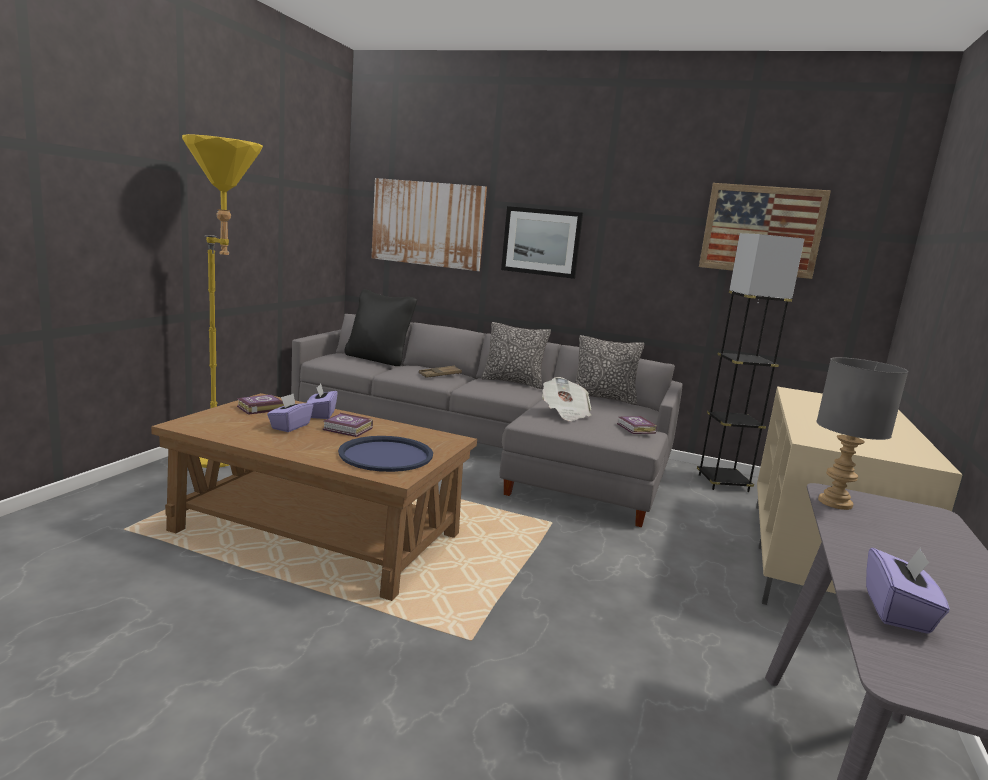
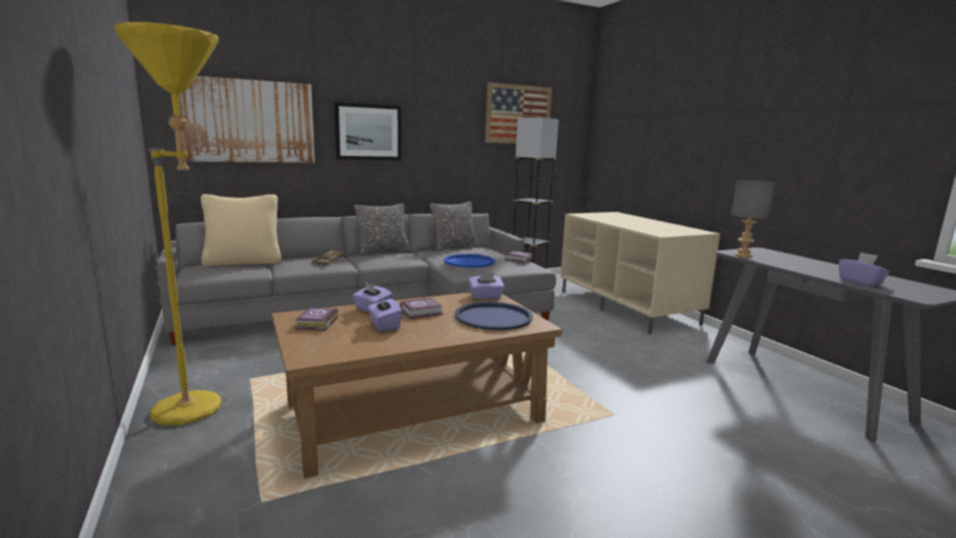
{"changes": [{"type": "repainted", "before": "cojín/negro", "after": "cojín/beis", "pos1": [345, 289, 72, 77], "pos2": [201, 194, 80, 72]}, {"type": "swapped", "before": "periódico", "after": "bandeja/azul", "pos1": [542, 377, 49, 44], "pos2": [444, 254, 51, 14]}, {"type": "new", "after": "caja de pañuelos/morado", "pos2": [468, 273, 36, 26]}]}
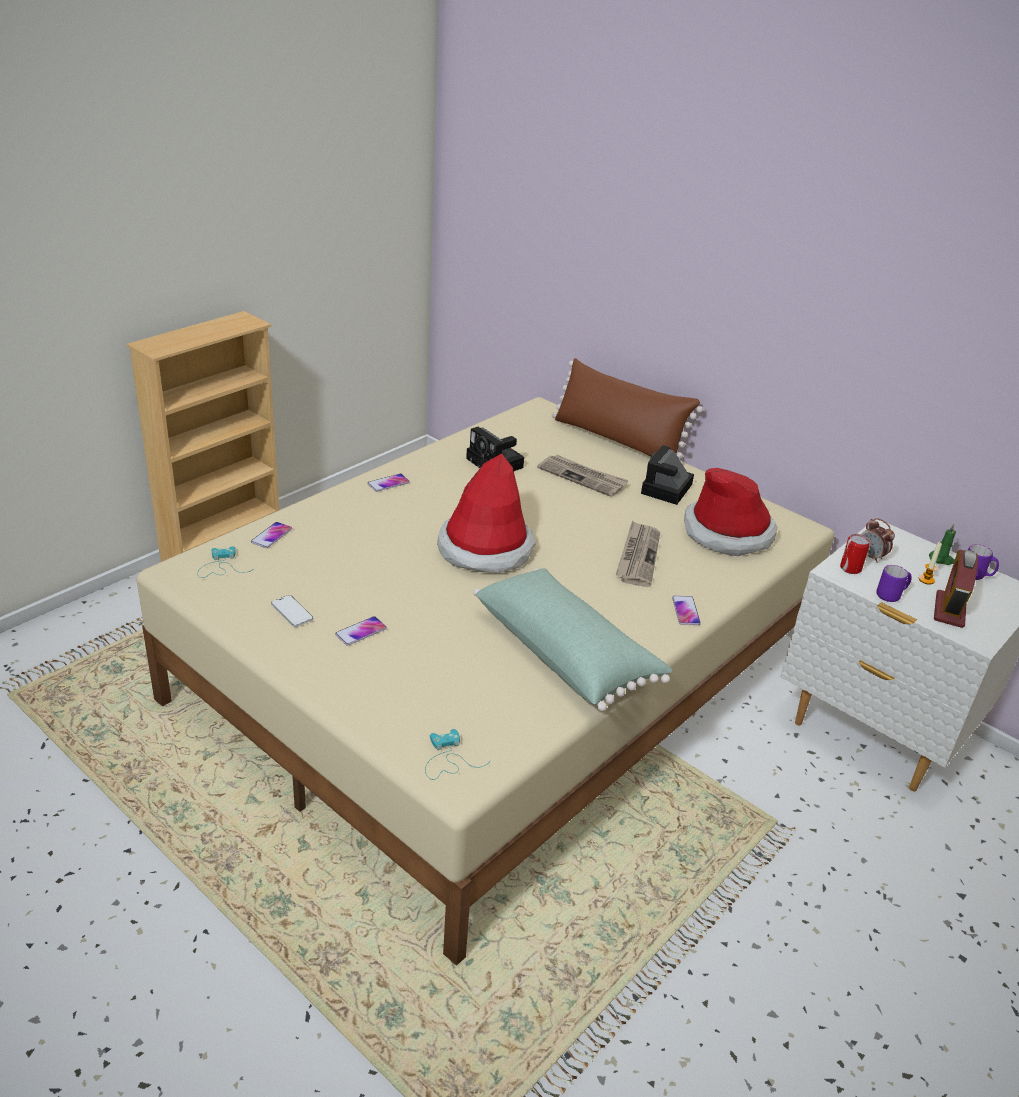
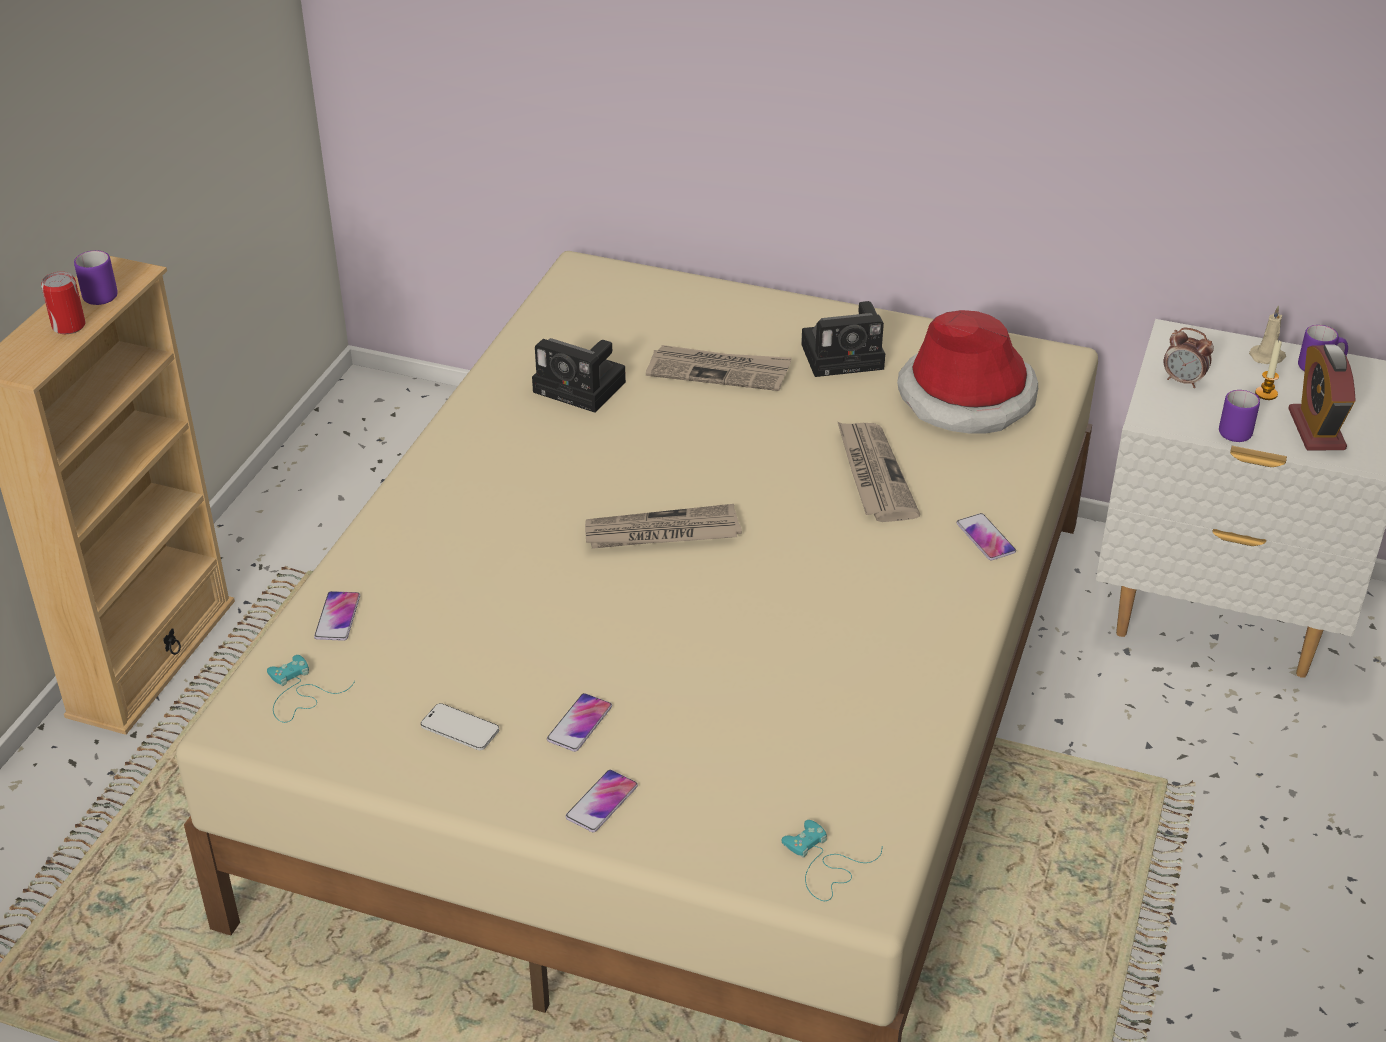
{"changes": [{"type": "shifted", "before": "lata", "pos1": [840, 534, 30, 40], "pos2": [41, 272, 45, 62]}, {"type": "new", "after": "taza grande/morado", "pos2": [74, 250, 44, 55]}, {"type": "shifted", "before": "móvil", "pos1": [367, 474, 43, 18], "pos2": [565, 770, 73, 62]}, {"type": "swapped", "before": "sombrero", "after": "periódico", "pos1": [437, 453, 99, 120], "pos2": [585, 504, 157, 45]}, {"type": "rotated", "before": "cámara", "pos1": [641, 445, 53, 60], "pos2": [801, 301, 84, 76], "turn": -105}, {"type": "repainted", "before": "vela/verde", "after": "vela/beis", "pos1": [929, 524, 27, 41], "pos2": [1249, 305, 37, 59]}, {"type": "gone", "before": "cojín/verde", "pos1": [473, 568, 199, 143]}, {"type": "gone", "before": "cojín/marrón", "pos1": [552, 358, 151, 101]}]}
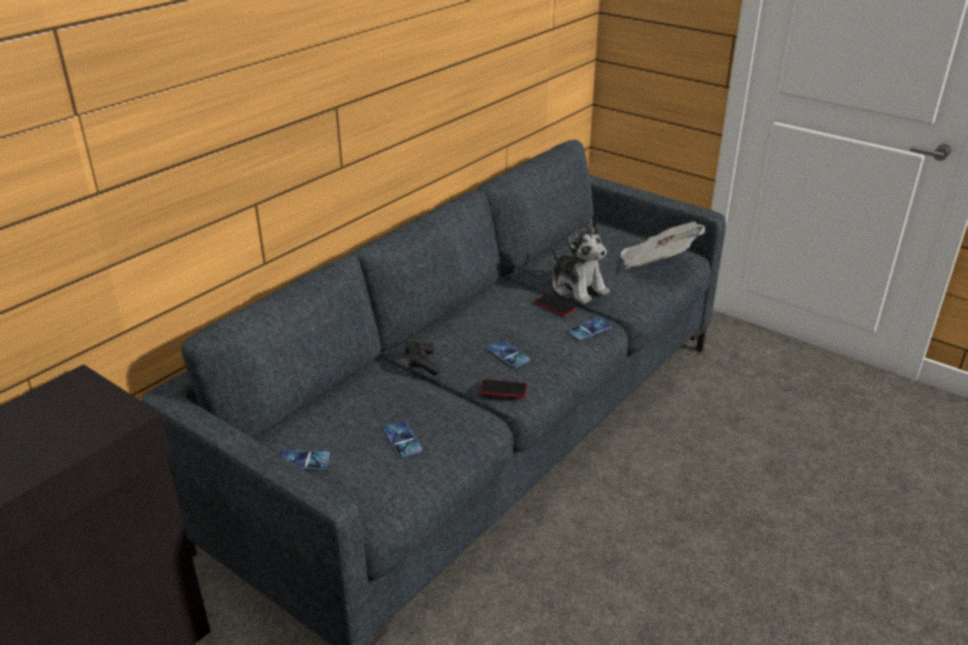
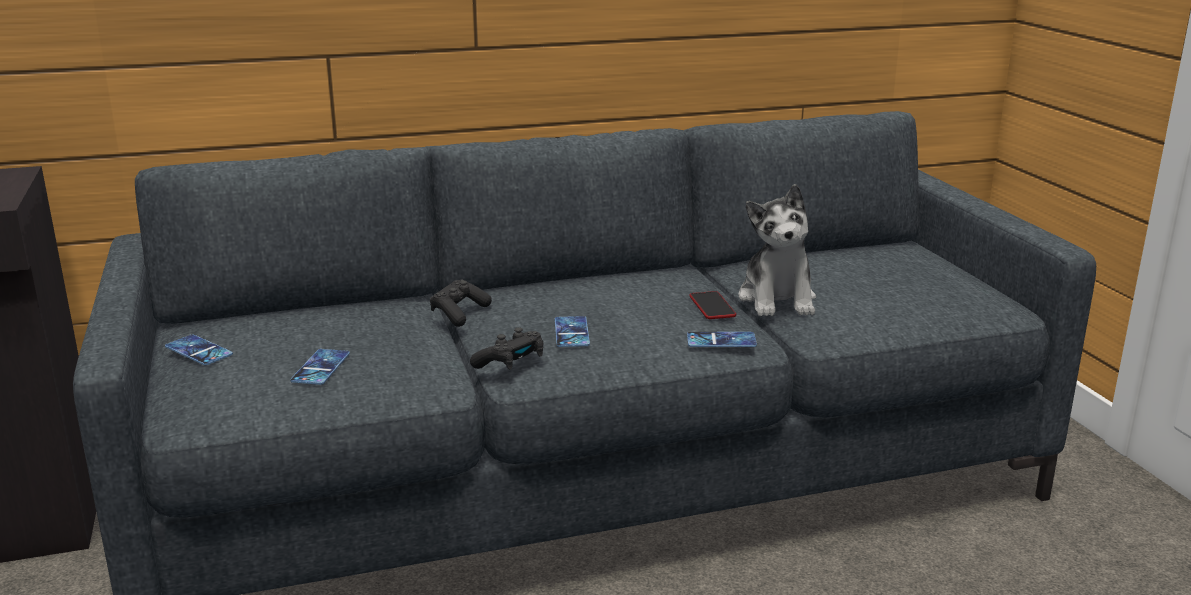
{"changes": [{"type": "swapped", "before": "móvil", "after": "mando de consola/negro", "pos1": [479, 379, 49, 19], "pos2": [470, 327, 74, 42]}, {"type": "gone", "before": "periódico", "pos1": [620, 221, 85, 48]}]}
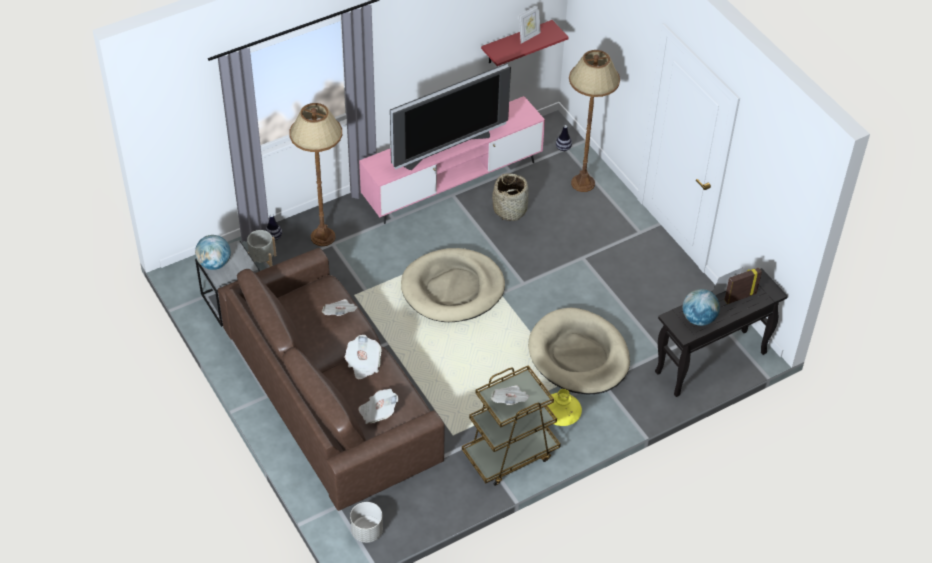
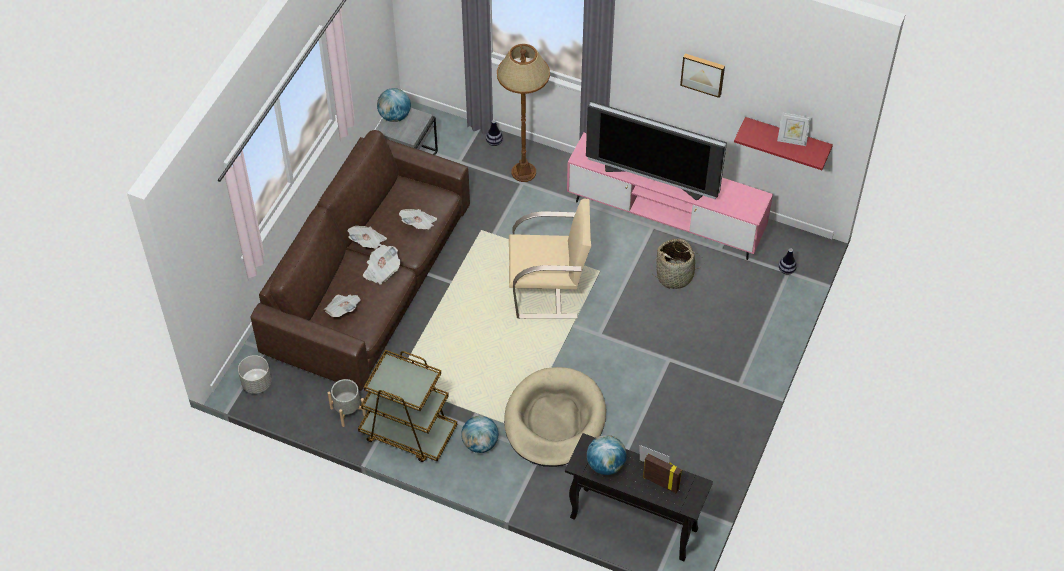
{"changes": [{"type": "shifted", "before": "maceta/gris", "pos1": [247, 230, 29, 37], "pos2": [328, 379, 38, 48]}, {"type": "shifted", "before": "periódico", "pos1": [491, 385, 39, 20], "pos2": [348, 226, 39, 23]}, {"type": "swapped", "before": "florero/amarillo", "after": "globo terráqueo", "pos1": [545, 389, 37, 37], "pos2": [461, 416, 37, 37]}, {"type": "swapped", "before": "cama para perro/beis", "after": "sillón/beis", "pos1": [401, 248, 104, 74], "pos2": [509, 199, 82, 120]}, {"type": "new", "after": "cuadro", "pos2": [680, 54, 45, 44]}, {"type": "gone", "before": "lámpara de pie/marrón", "pos1": [569, 50, 51, 142]}]}
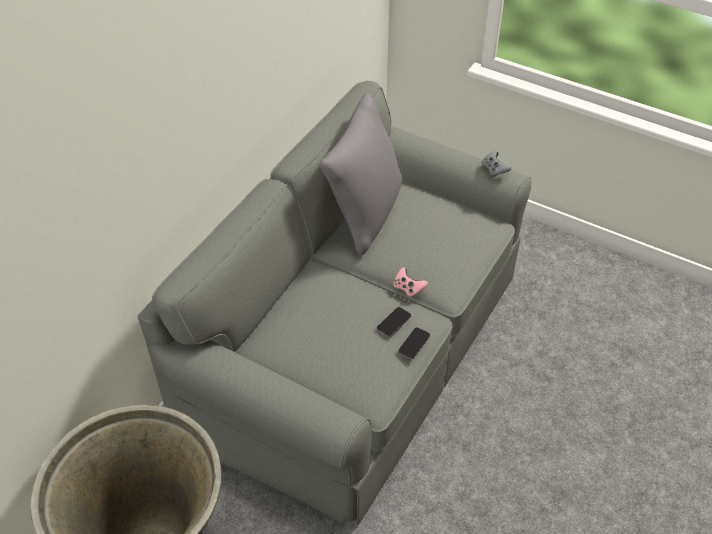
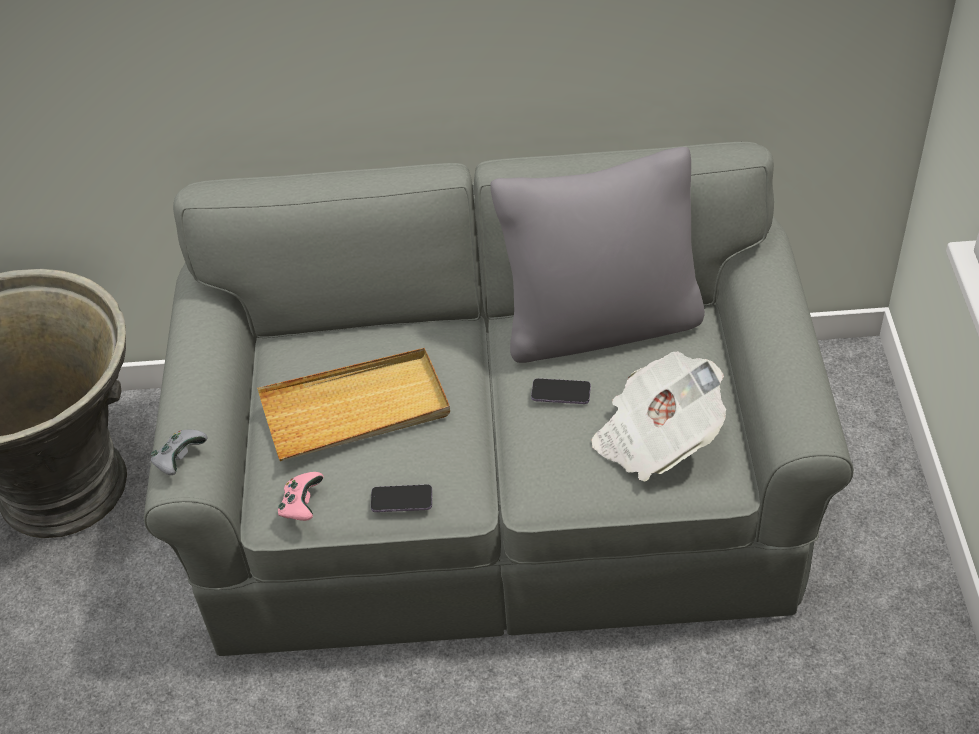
{"changes": [{"type": "shifted", "before": "mando de consola/gris", "pos1": [482, 150, 30, 27], "pos2": [151, 430, 57, 45]}, {"type": "new", "after": "bandeja/beis", "pos2": [257, 348, 193, 113]}, {"type": "shifted", "before": "mando de consola/rosa", "pos1": [393, 267, 35, 31], "pos2": [278, 472, 46, 49]}, {"type": "shifted", "before": "móvil", "pos1": [377, 307, 34, 30], "pos2": [531, 378, 60, 26]}, {"type": "new", "after": "periódico", "pos2": [592, 351, 134, 131]}]}
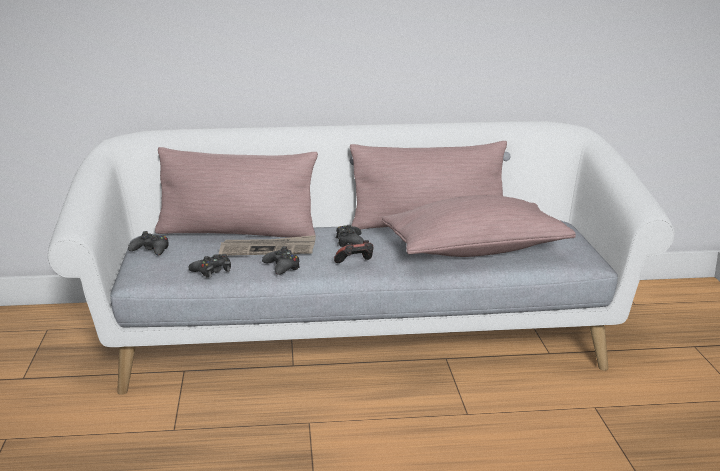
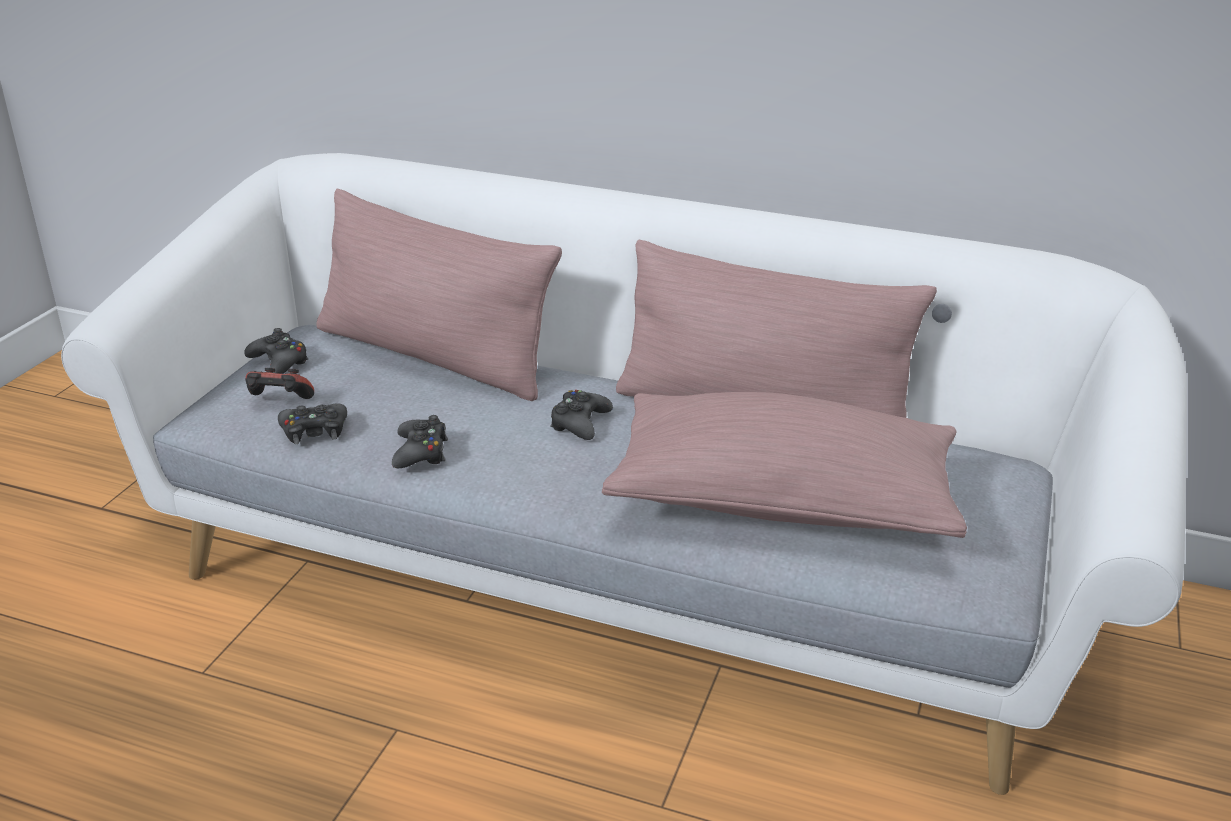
{"changes": [{"type": "shifted", "before": "mando de consola", "pos1": [334, 240, 40, 23], "pos2": [245, 368, 69, 31]}, {"type": "gone", "before": "periódico", "pos1": [219, 235, 97, 21]}]}
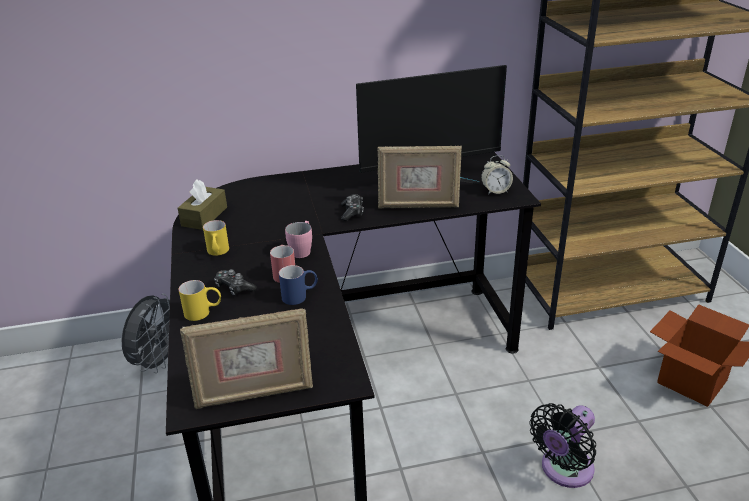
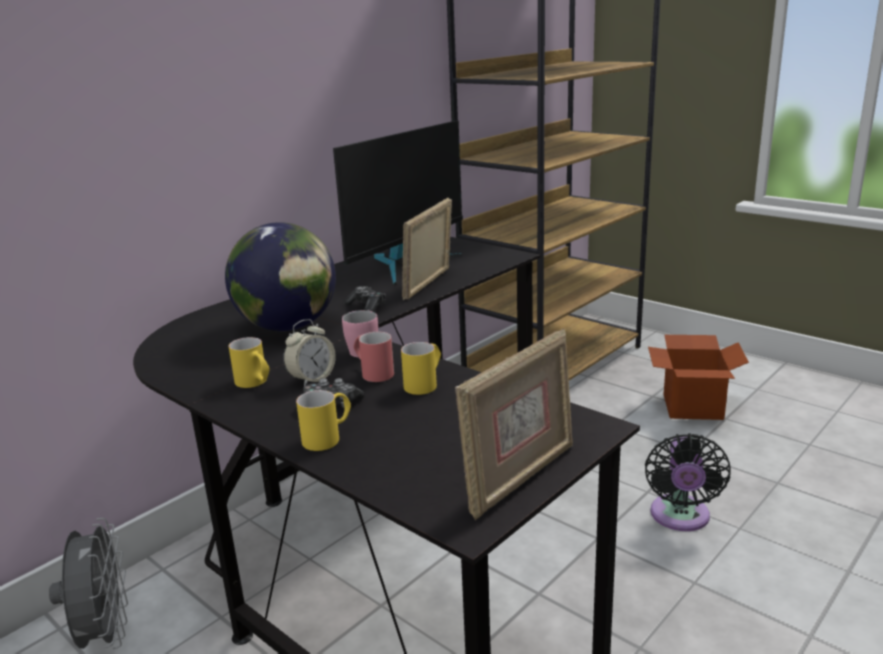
{"changes": [{"type": "new", "after": "globo terráqueo", "pos2": [225, 222, 111, 109]}, {"type": "shifted", "before": "despertador", "pos1": [481, 155, 32, 40], "pos2": [283, 319, 53, 68]}, {"type": "repainted", "before": "taza grande/azul", "after": "taza grande/amarillo", "pos1": [279, 265, 39, 40], "pos2": [401, 342, 40, 53]}, {"type": "rotated", "before": "portarretratos", "pos1": [377, 146, 85, 63], "pos2": [402, 198, 50, 102], "turn": 150}, {"type": "gone", "before": "caja de pañuelos/marrón", "pos1": [178, 180, 49, 50]}]}
